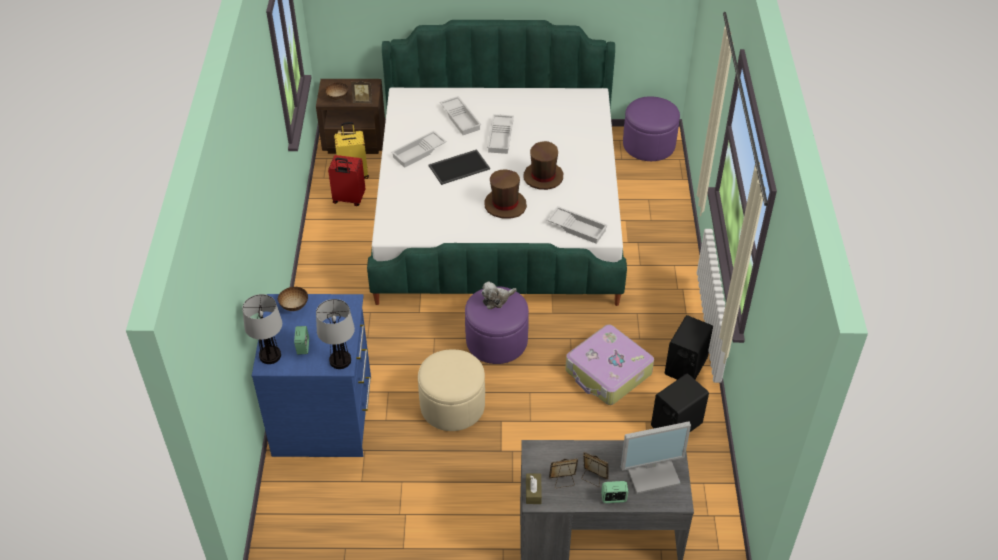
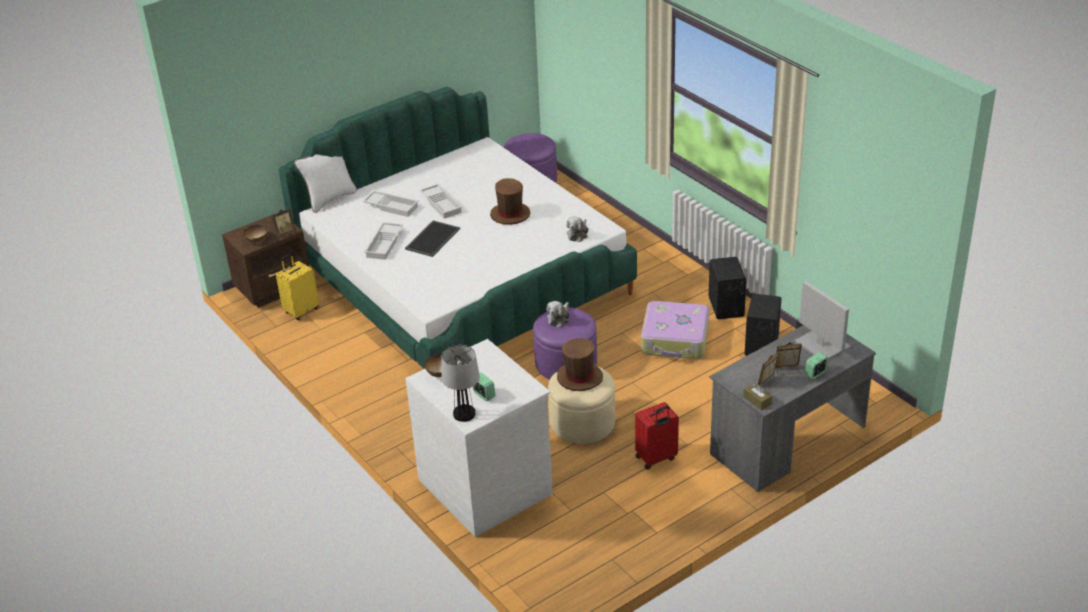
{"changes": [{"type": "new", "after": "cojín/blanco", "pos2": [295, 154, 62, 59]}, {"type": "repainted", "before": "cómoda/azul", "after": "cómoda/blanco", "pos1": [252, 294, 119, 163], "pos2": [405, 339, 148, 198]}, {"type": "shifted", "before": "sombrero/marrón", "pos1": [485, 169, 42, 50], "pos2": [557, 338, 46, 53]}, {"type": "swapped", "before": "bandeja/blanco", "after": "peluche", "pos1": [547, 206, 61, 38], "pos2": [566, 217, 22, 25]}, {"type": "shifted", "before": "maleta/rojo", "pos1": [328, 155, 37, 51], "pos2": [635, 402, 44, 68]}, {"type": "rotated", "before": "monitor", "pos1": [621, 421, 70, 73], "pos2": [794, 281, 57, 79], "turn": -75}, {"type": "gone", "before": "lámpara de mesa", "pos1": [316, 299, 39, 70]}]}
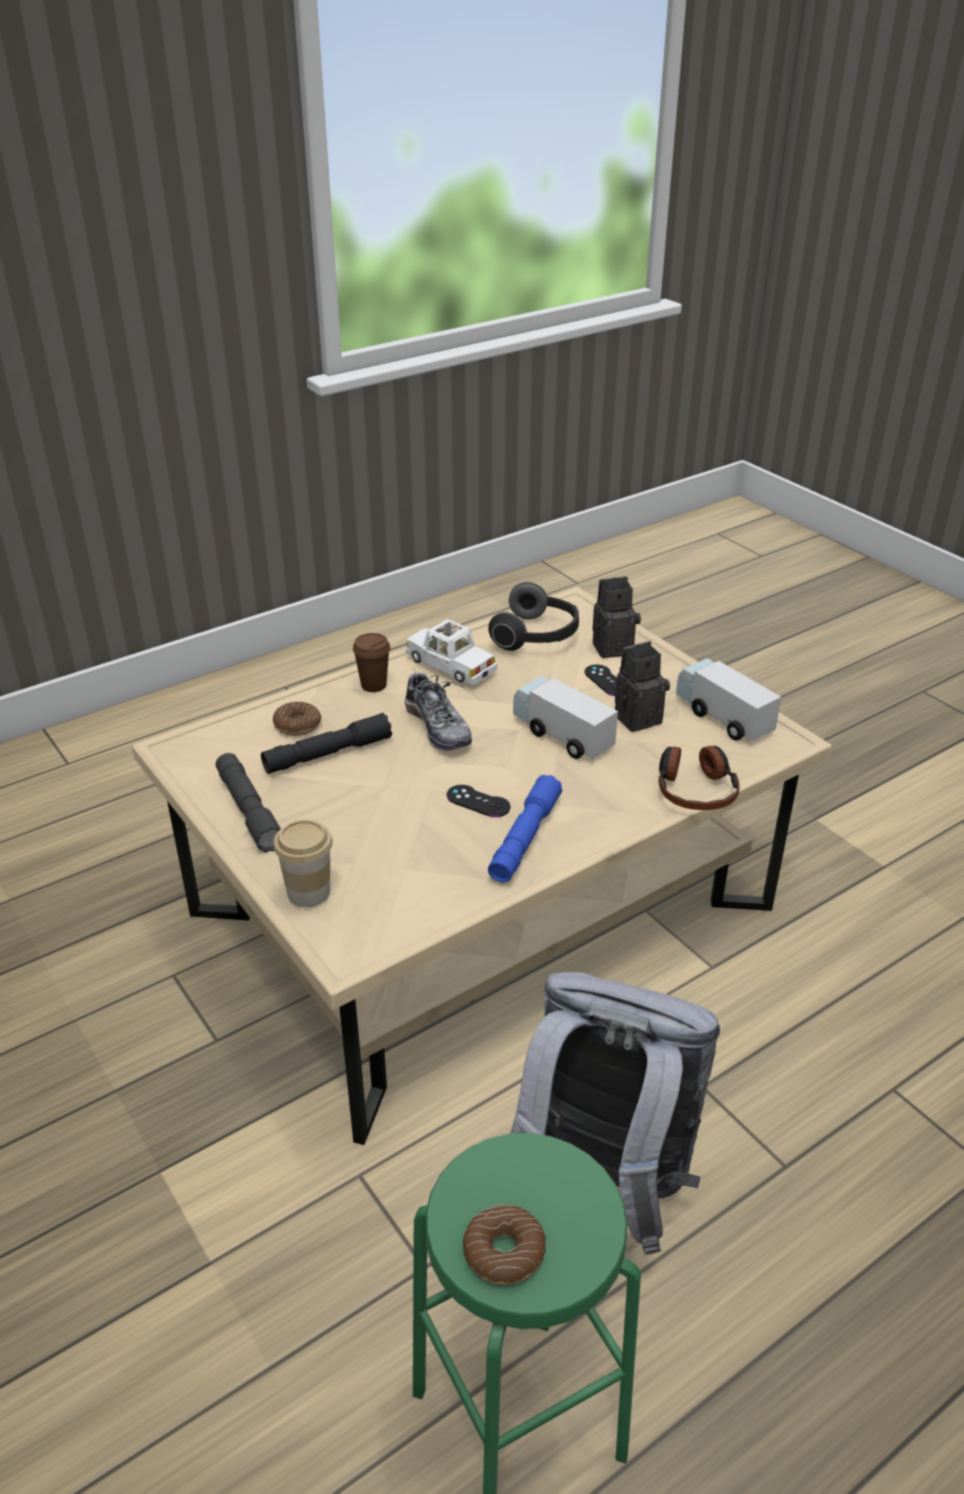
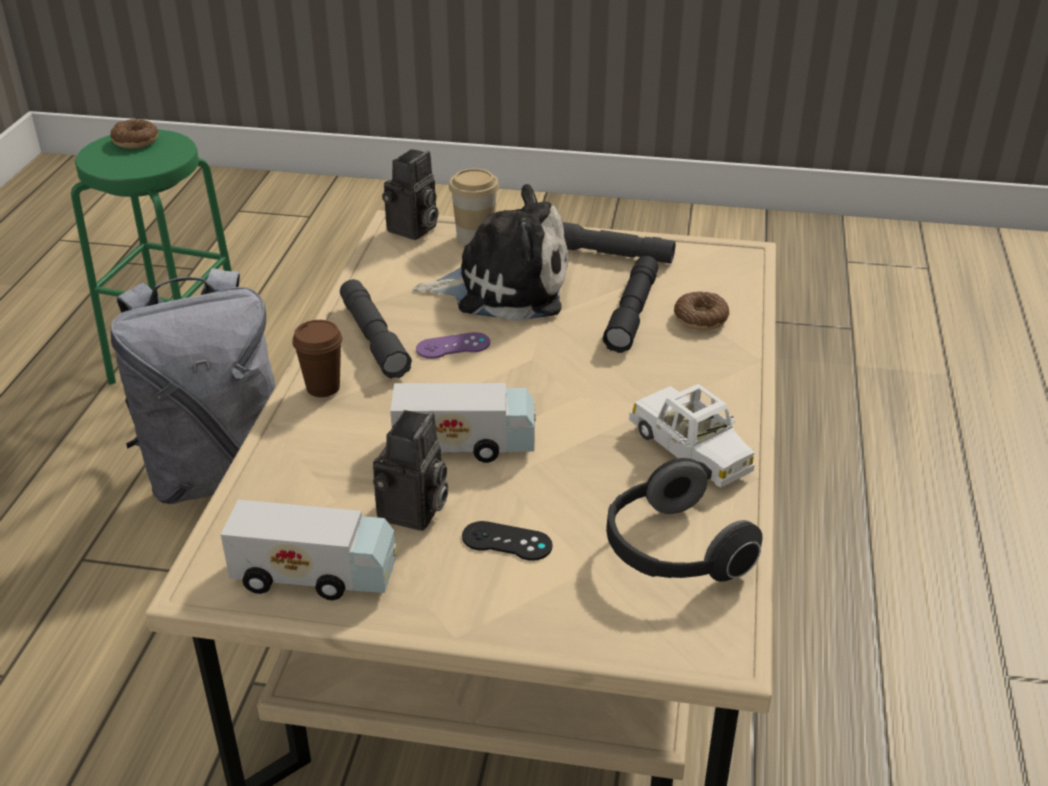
{"changes": [{"type": "shifted", "before": "taza/marrón", "pos1": [353, 633, 38, 59], "pos2": [292, 320, 51, 77]}, {"type": "repainted", "before": "linterna/azul", "after": "linterna/gris", "pos1": [488, 775, 75, 107], "pos2": [340, 279, 72, 100]}, {"type": "shifted", "before": "cámara", "pos1": [593, 576, 48, 82], "pos2": [382, 149, 56, 91]}, {"type": "new", "after": "peluche", "pos2": [412, 184, 157, 137]}, {"type": "repainted", "before": "mando de consola/negro", "after": "mando de consola/morado", "pos1": [447, 785, 63, 32], "pos2": [416, 332, 74, 27]}, {"type": "rotated", "before": "coche de juguete/blanco", "pos1": [405, 619, 92, 66], "pos2": [629, 384, 126, 104], "turn": 60}, {"type": "gone", "before": "zapato", "pos1": [405, 668, 67, 83]}, {"type": "gone", "before": "auriculares", "pos1": [659, 746, 81, 64]}]}
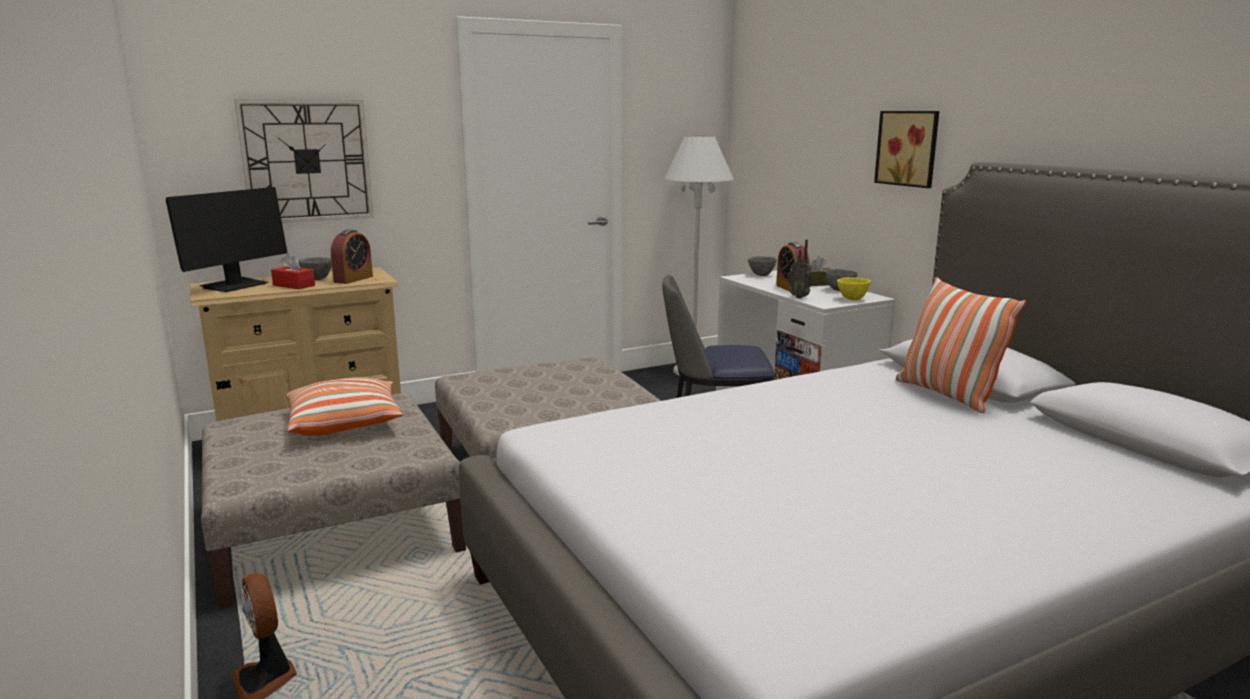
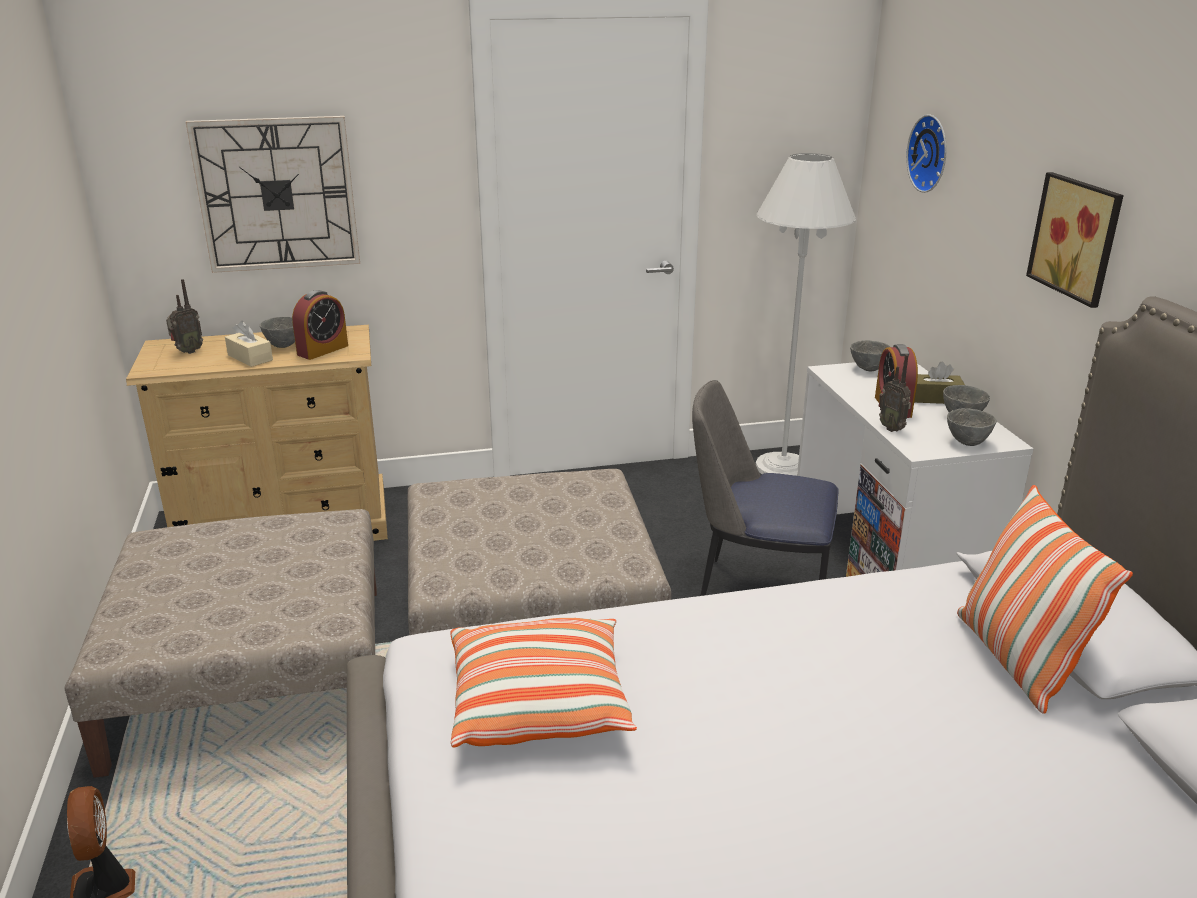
{"changes": [{"type": "swapped", "before": "monitor", "after": "radio", "pos1": [166, 187, 122, 105], "pos2": [166, 279, 37, 75]}, {"type": "repainted", "before": "caja de pañuelos/rojo", "after": "caja de pañuelos/beis", "pos1": [271, 254, 44, 35], "pos2": [225, 321, 48, 46]}, {"type": "shifted", "before": "cojín", "pos1": [286, 377, 117, 59], "pos2": [450, 618, 187, 130]}, {"type": "new", "after": "reloj de pared", "pos2": [906, 114, 41, 79]}, {"type": "repainted", "before": "cuenco/amarillo", "after": "cuenco/gris", "pos1": [837, 277, 34, 23], "pos2": [947, 408, 50, 38]}]}
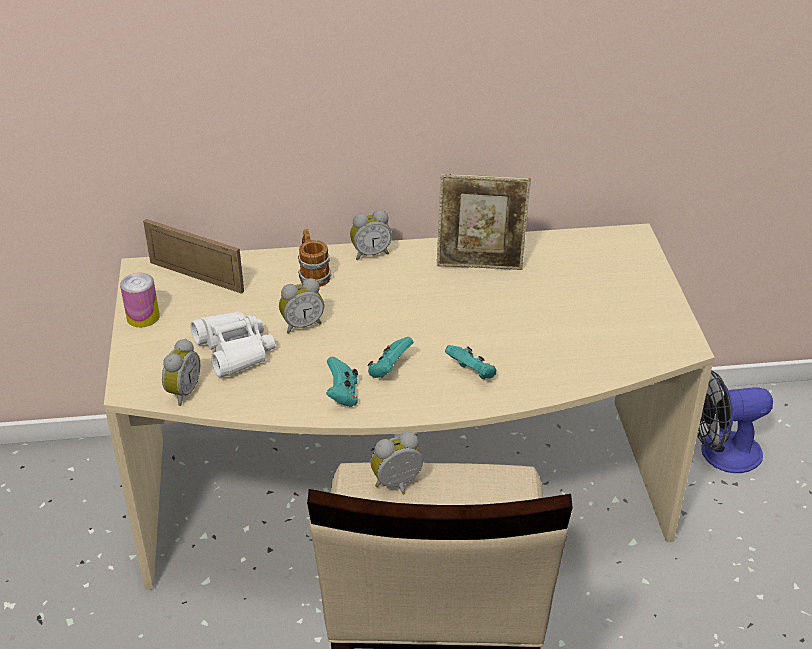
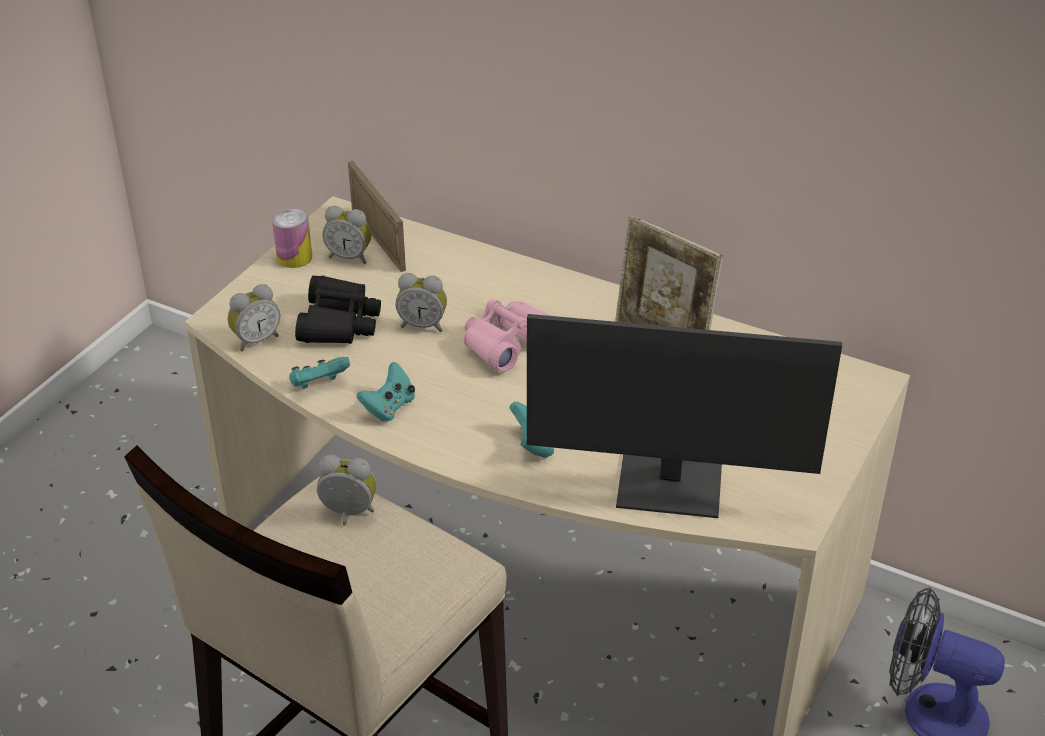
{"changes": [{"type": "shifted", "before": "mando de consola/turquesa", "pos1": [368, 337, 46, 41], "pos2": [289, 357, 61, 32]}, {"type": "repainted", "before": "prismáticos/blanco", "after": "prismáticos/negro", "pos1": [190, 312, 85, 65], "pos2": [295, 276, 86, 68]}, {"type": "shifted", "before": "despertador", "pos1": [350, 210, 42, 50], "pos2": [322, 206, 49, 58]}, {"type": "new", "after": "prismáticos/rosa", "pos2": [464, 300, 90, 72]}, {"type": "new", "after": "monitor", "pos2": [527, 314, 315, 204]}, {"type": "gone", "before": "taza grande", "pos1": [298, 229, 34, 58]}]}
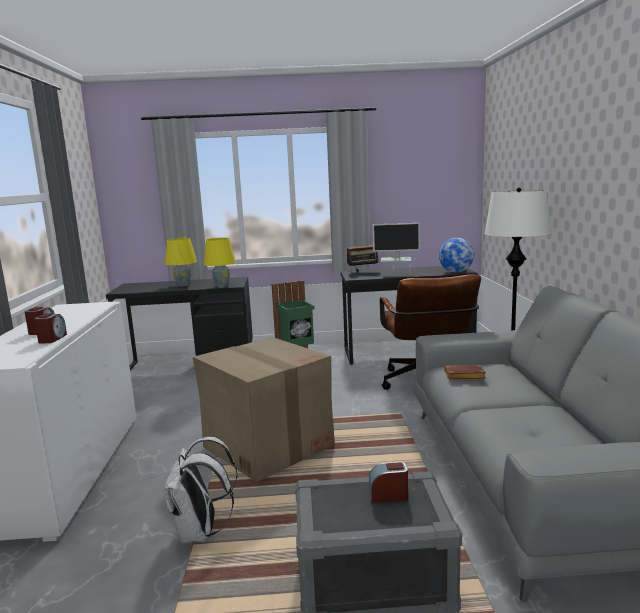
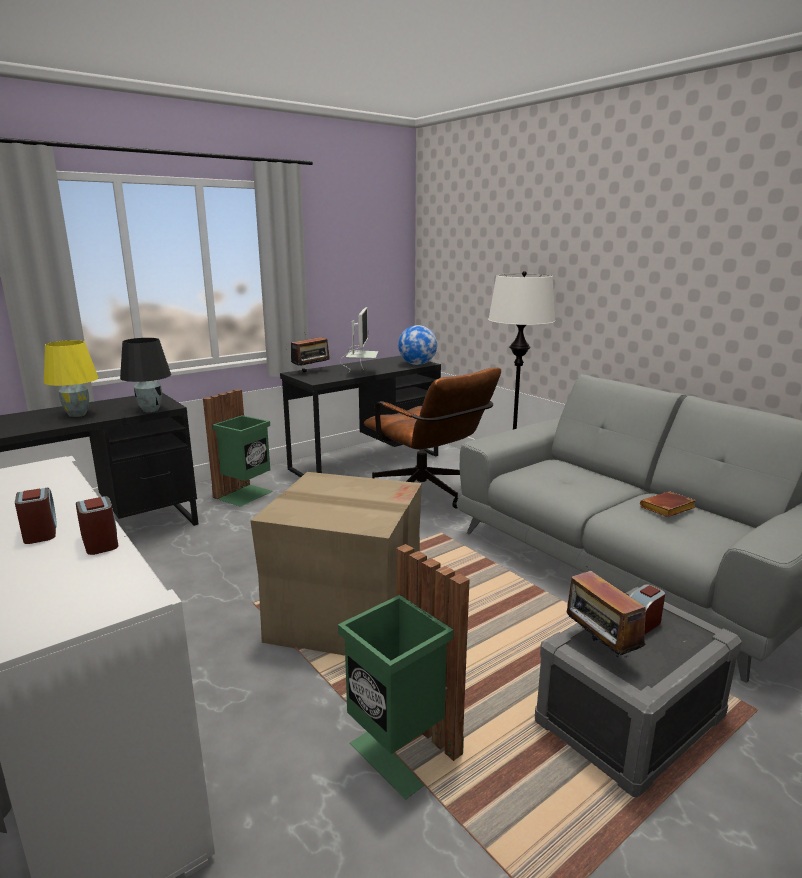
{"changes": [{"type": "repainted", "before": "lámpara de mesa/amarillo", "after": "lámpara de mesa/negro", "pos1": [204, 238, 32, 50], "pos2": [120, 338, 51, 74]}, {"type": "swapped", "before": "mochila/blanco", "after": "papelera/verde", "pos1": [164, 437, 74, 106], "pos2": [338, 544, 132, 255]}, {"type": "rotated", "before": "monitor", "pos1": [372, 223, 48, 52], "pos2": [340, 307, 38, 65], "turn": -60}, {"type": "new", "after": "radio", "pos2": [566, 566, 80, 94]}, {"type": "shifted", "before": "libro/marrón", "pos1": [444, 365, 42, 14], "pos2": [640, 491, 56, 26]}]}
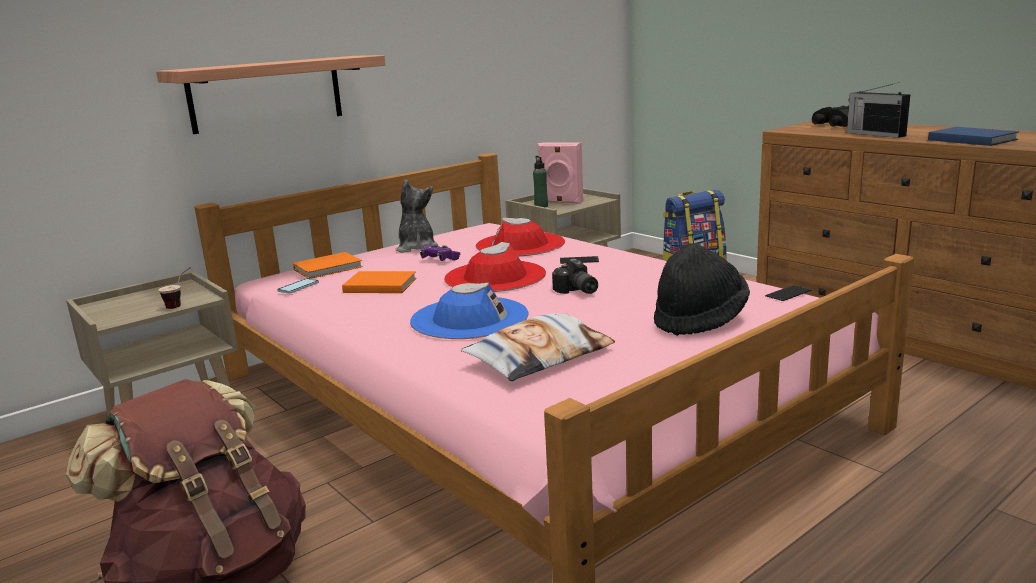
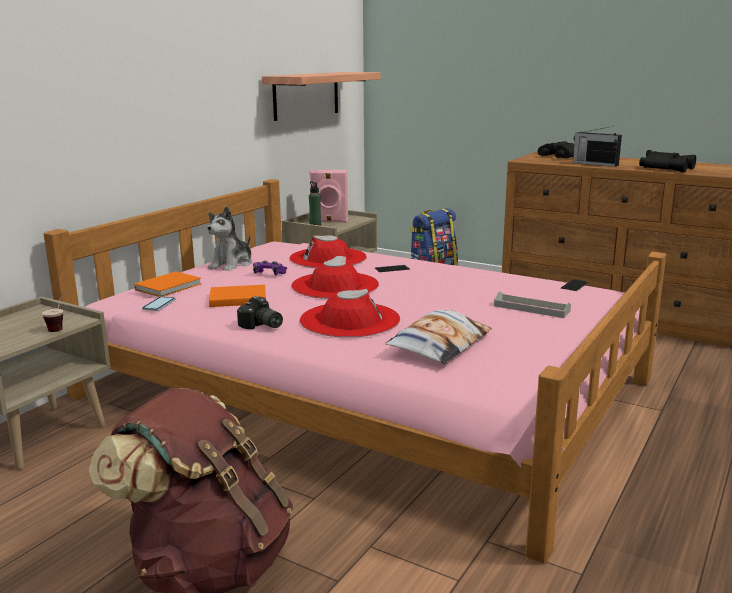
{"changes": [{"type": "rotated", "before": "peluche", "pos1": [396, 180, 42, 73], "pos2": [207, 206, 45, 65], "turn": -120}, {"type": "shifted", "before": "cámara", "pos1": [552, 259, 46, 35], "pos2": [237, 296, 46, 33]}, {"type": "shifted", "before": "estante", "pos1": [156, 55, 230, 79], "pos2": [262, 72, 119, 49]}, {"type": "repainted", "before": "sombrero/azul", "after": "sombrero/rojo", "pos1": [410, 283, 118, 56], "pos2": [300, 289, 100, 49]}, {"type": "swapped", "before": "sombrero/negro", "after": "bandeja/gris", "pos1": [654, 243, 96, 93], "pos2": [494, 291, 77, 27]}, {"type": "swapped", "before": "libro/azul", "after": "prismáticos/negro", "pos1": [928, 127, 91, 19], "pos2": [639, 150, 57, 22]}]}
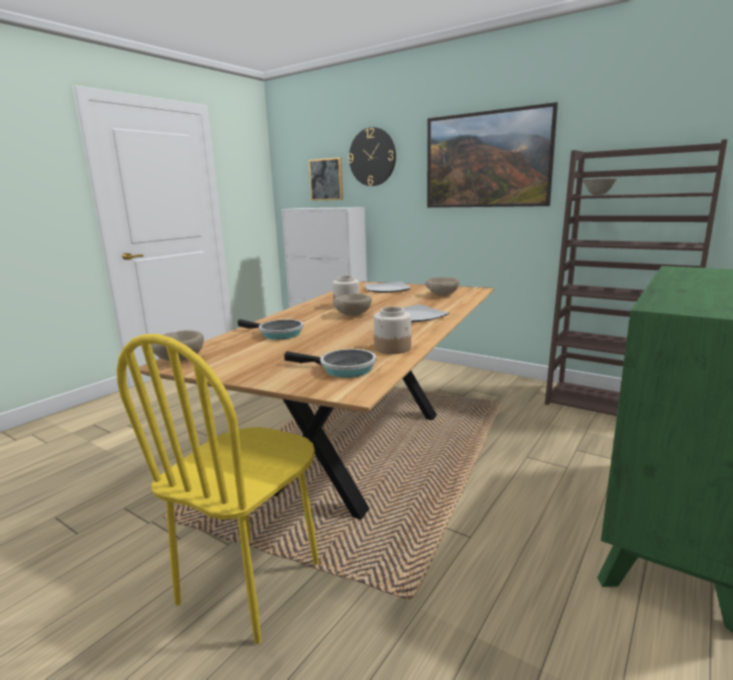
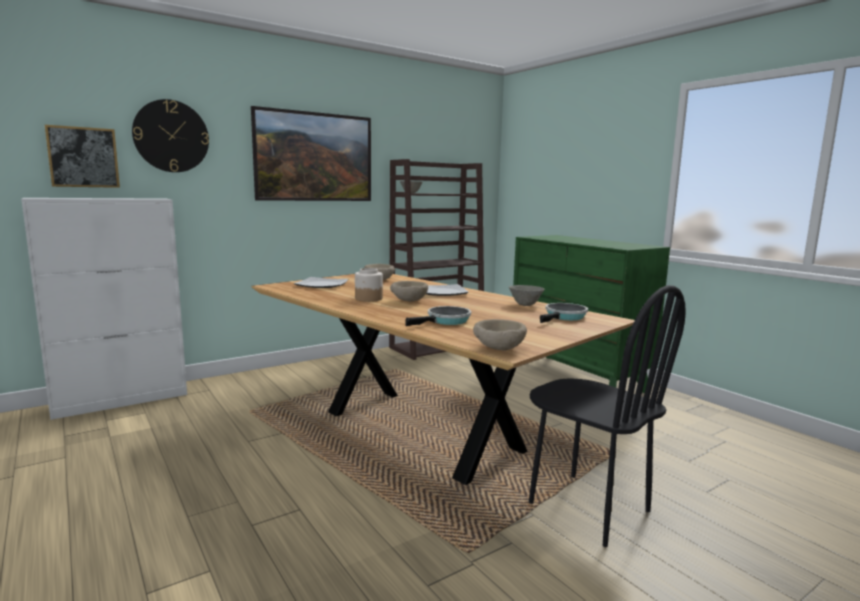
{"changes": [{"type": "swapped", "before": "tarro", "after": "cuenco/gris", "pos1": [374, 307, 37, 47], "pos2": [509, 285, 35, 21]}, {"type": "repainted", "before": "silla/amarillo", "after": "silla/negro", "pos1": [117, 334, 202, 310], "pos2": [529, 285, 157, 262]}]}
